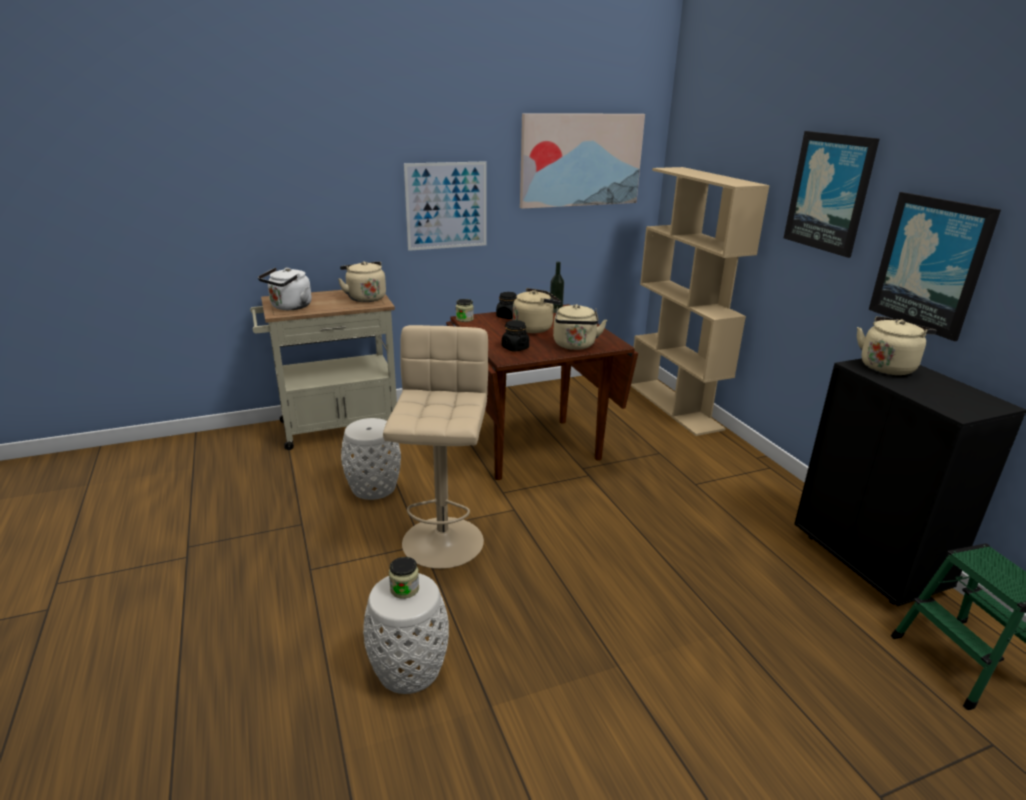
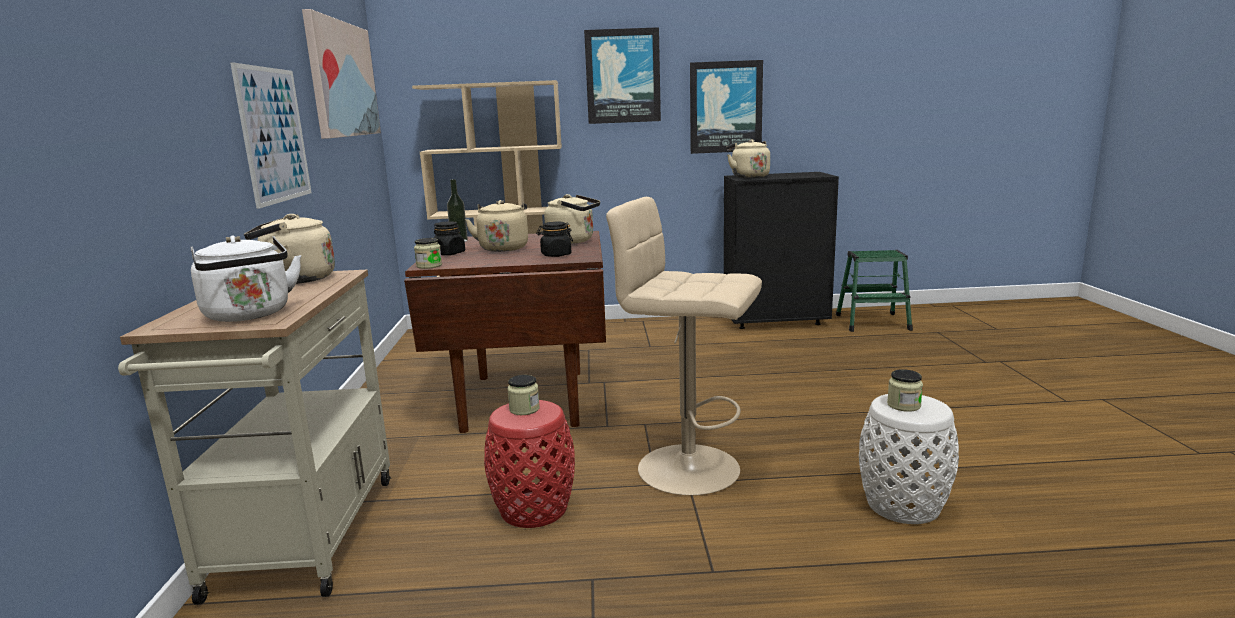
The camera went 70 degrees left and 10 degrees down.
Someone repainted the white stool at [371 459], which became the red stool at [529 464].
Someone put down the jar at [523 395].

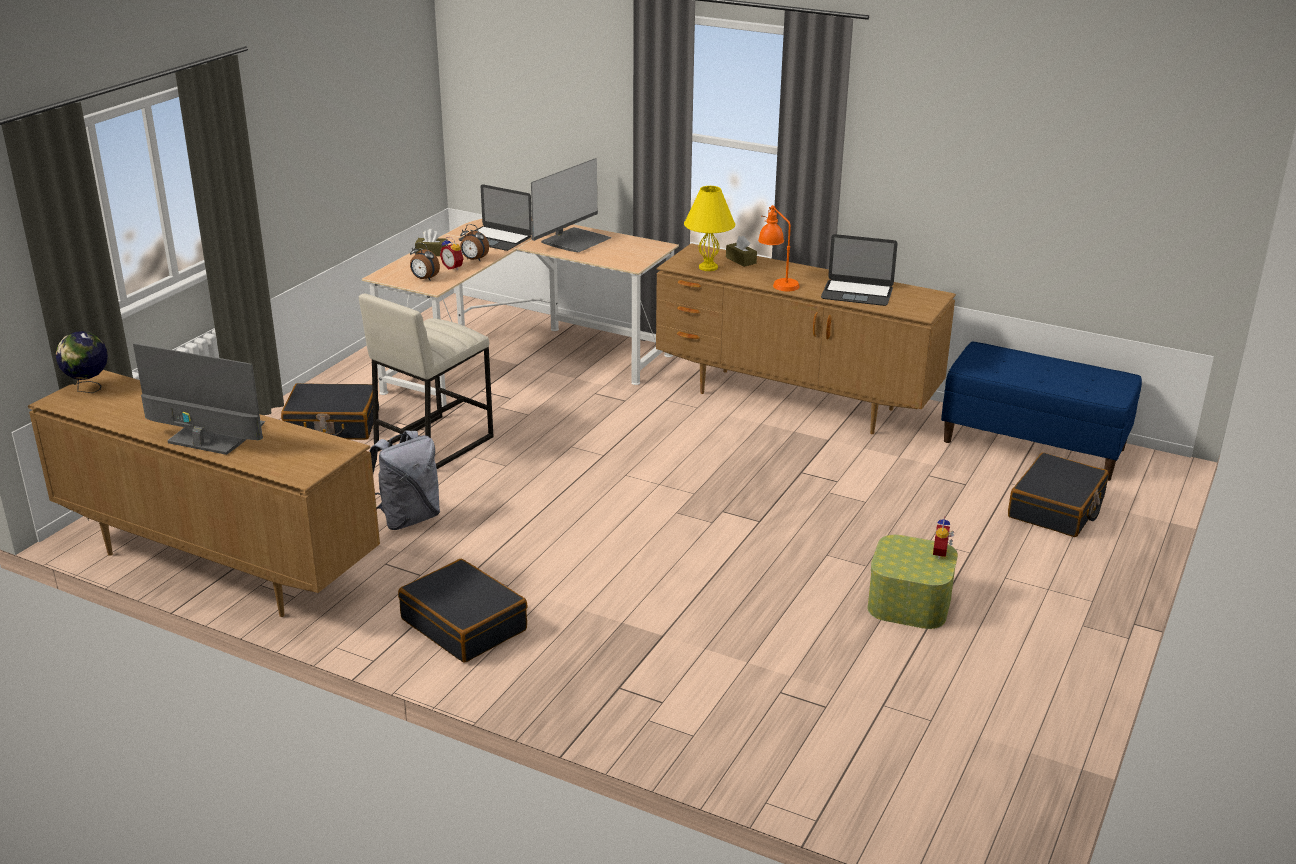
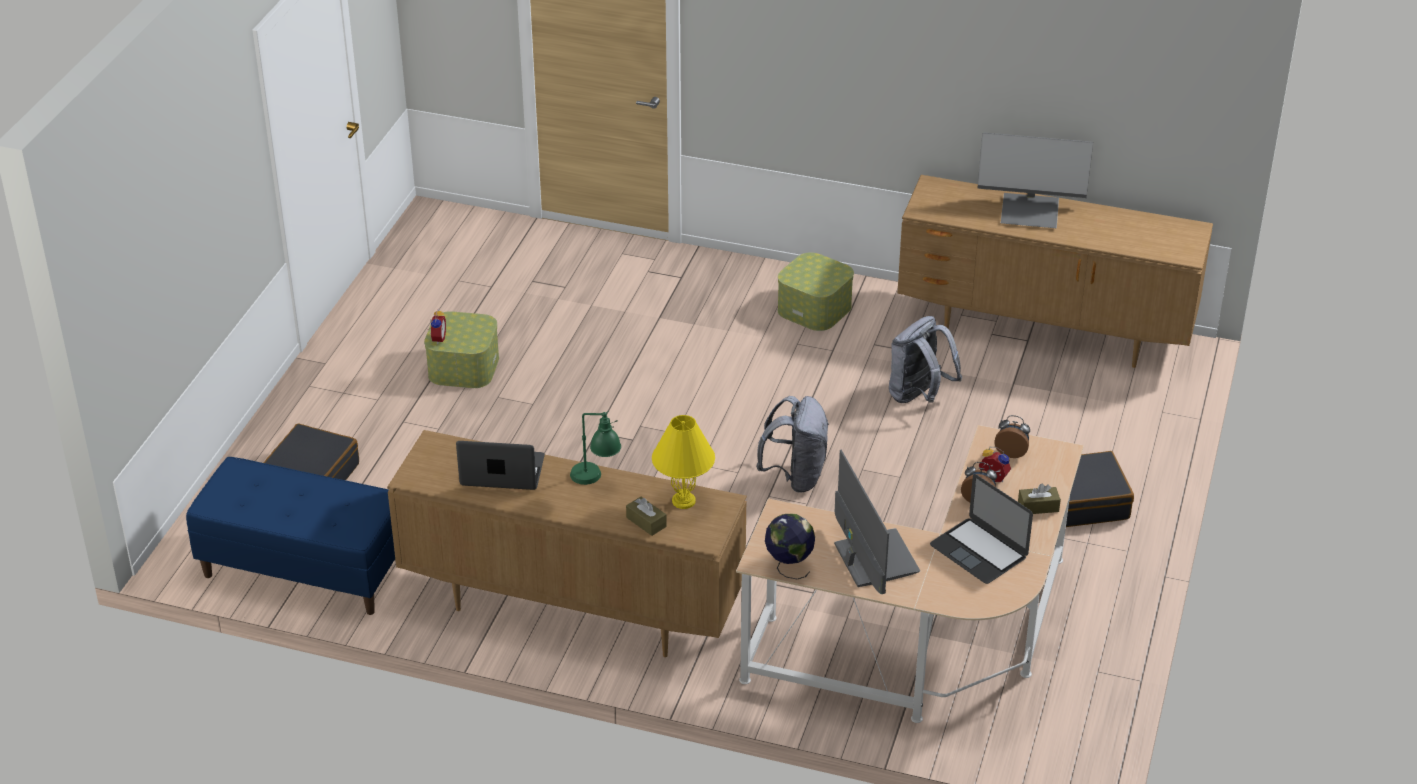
The camera went 170 degrees right and 10 degrees up.
Someone repainted the orange table lamp at [779 248], which became the green table lamp at [595 448].
Someone put down the grey backpack at [792 444].
Someone carried the globe from [81 362] to [790 546].
Someone swapped the black suitcase at [463 611] for the storage box at [816 291].
Someone rotated the monitor at [571 205] by 135 degrees clockwise.
Someone rotated the laptop at [495 217] by 150 degrees counterclockwise.
Someone took away the beige stool at [426 381].

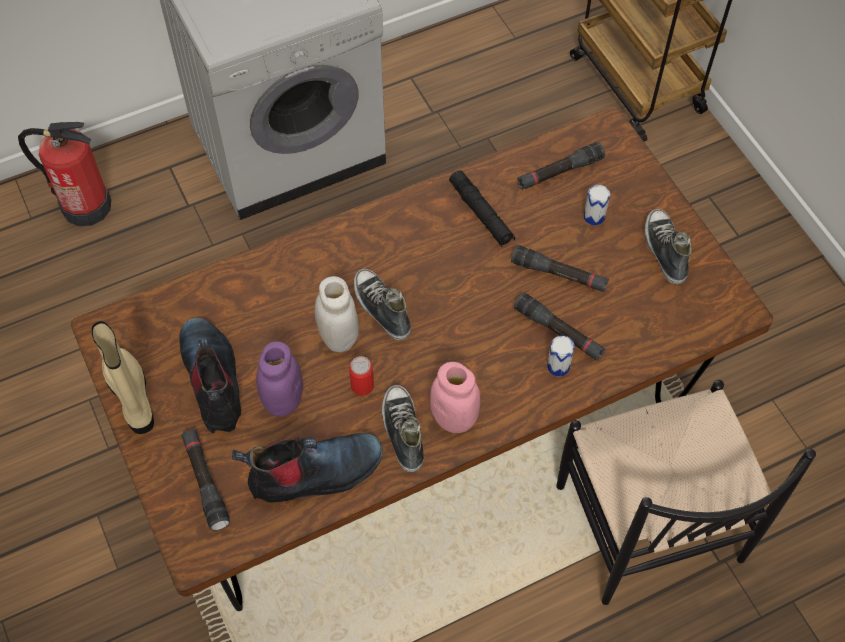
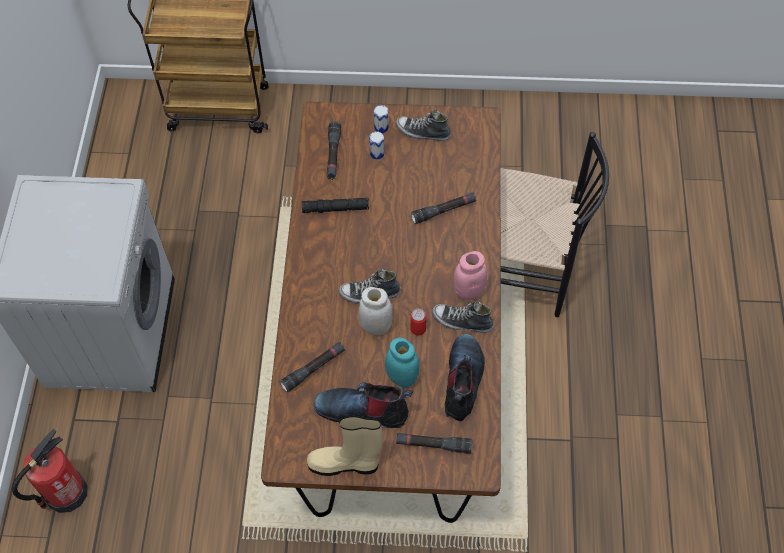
The camera went 60 degrees left and 0 degrees up.
Someone carried the black flashlight from [560 268] to [312 367].
Someone carried the can from [560 356] to [381 119].
Someone repainted the purple jar at [279 379], which became the turquoise jar at [402 363].

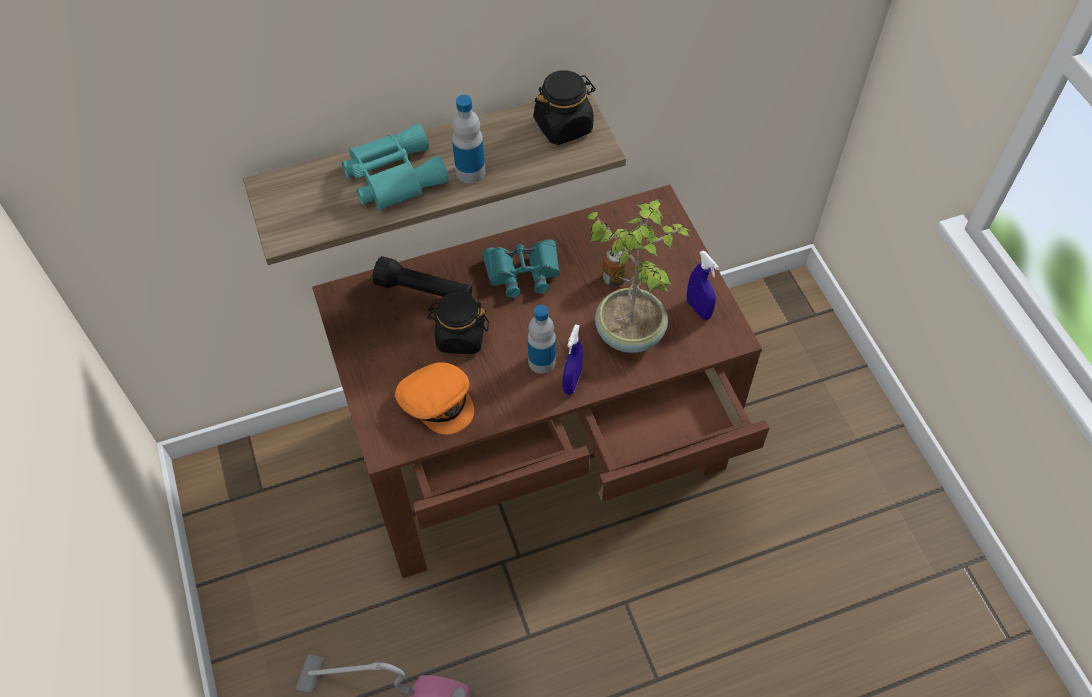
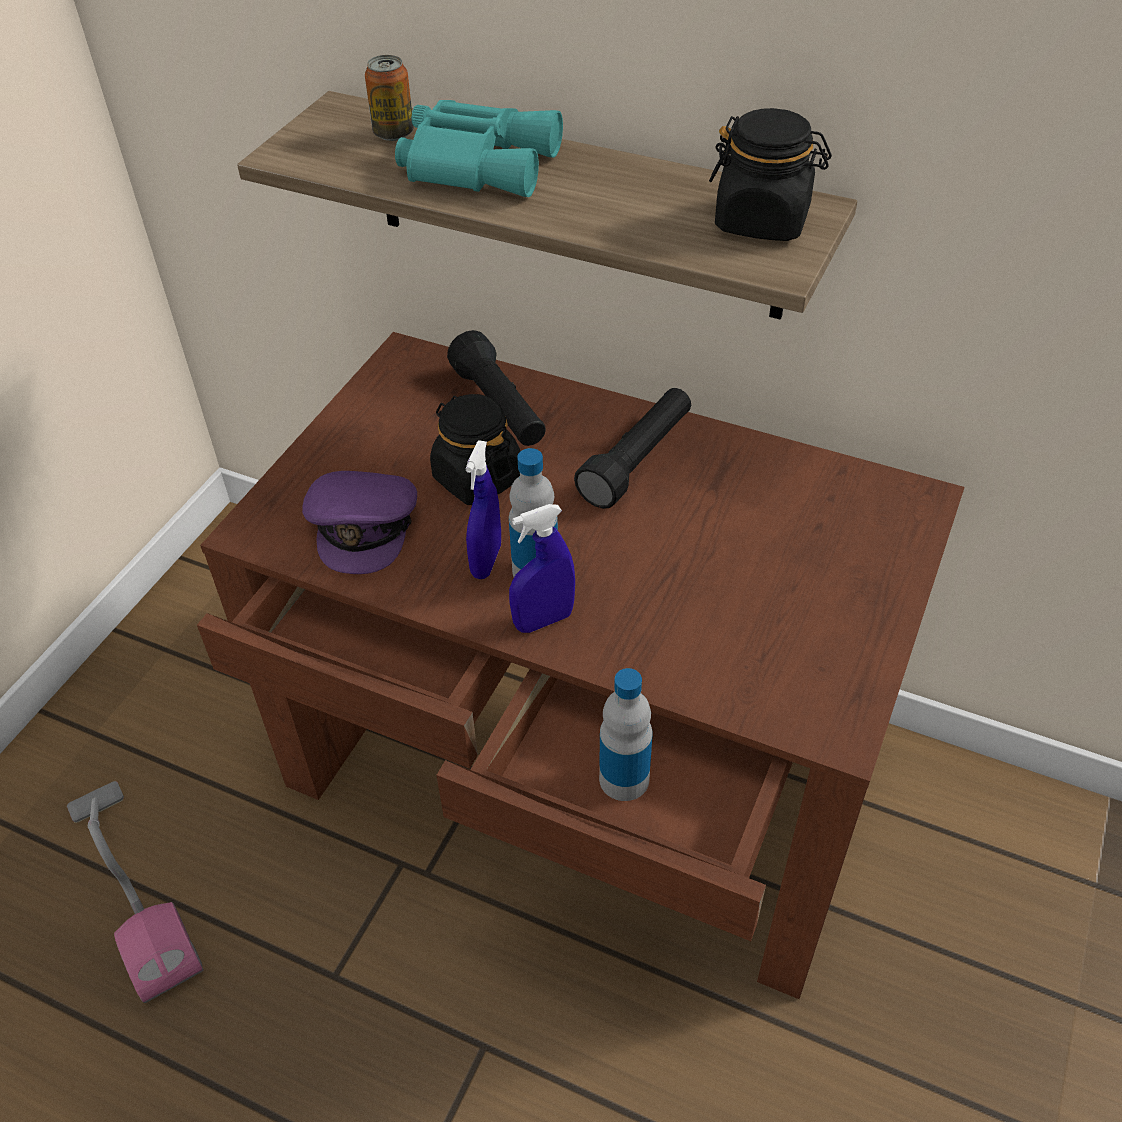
The camera went 45 degrees right and 10 degrees down.
Someone repainted the orange cap at [434 398], which became the purple cap at [359 522].
Someone carried the can from [615 267] to [389 98].
Someone carried the blue spray bottle from [703 285] to [483 509].
Someone swapped the turquoise binoculars at [521 268] for the black flashlight at [632 448].
Someone carried the bottle from [468 139] to [625 734].
Someone took away the potted plant at [638 276].

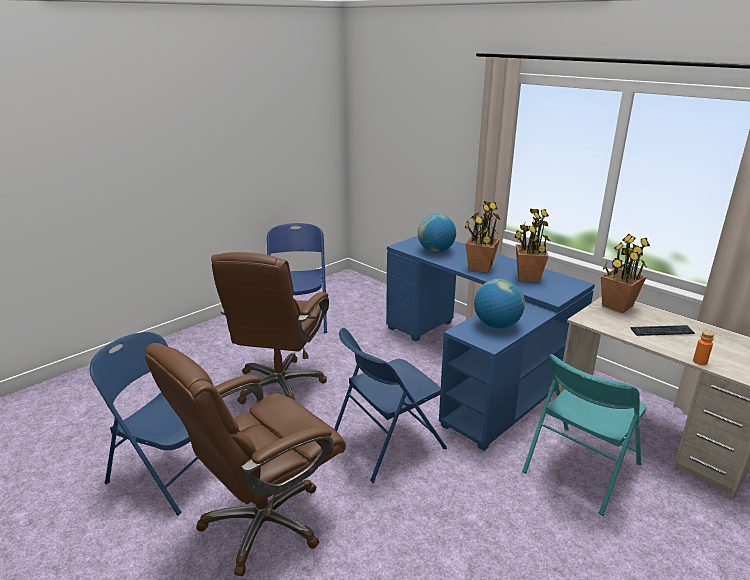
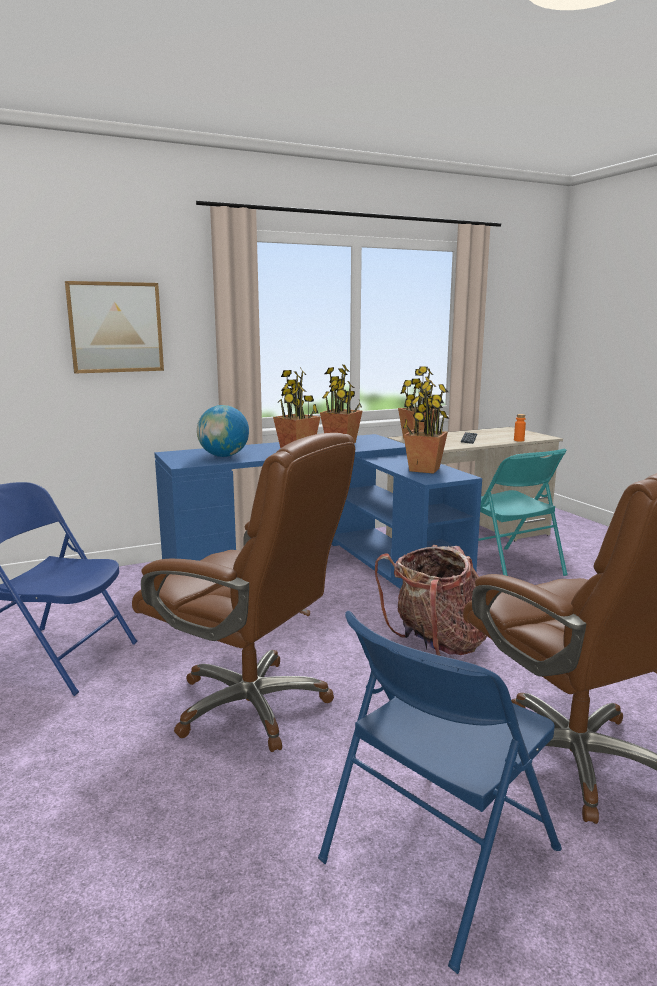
The camera went 70 degrees left and 10 degrees down.
Someone put up the picture at [114 327].
Someone swapped the blue chair at [390 405] for the backpack at [431 600].
Someone swapped the globe at [499 303] for the potted plant at [426 427].

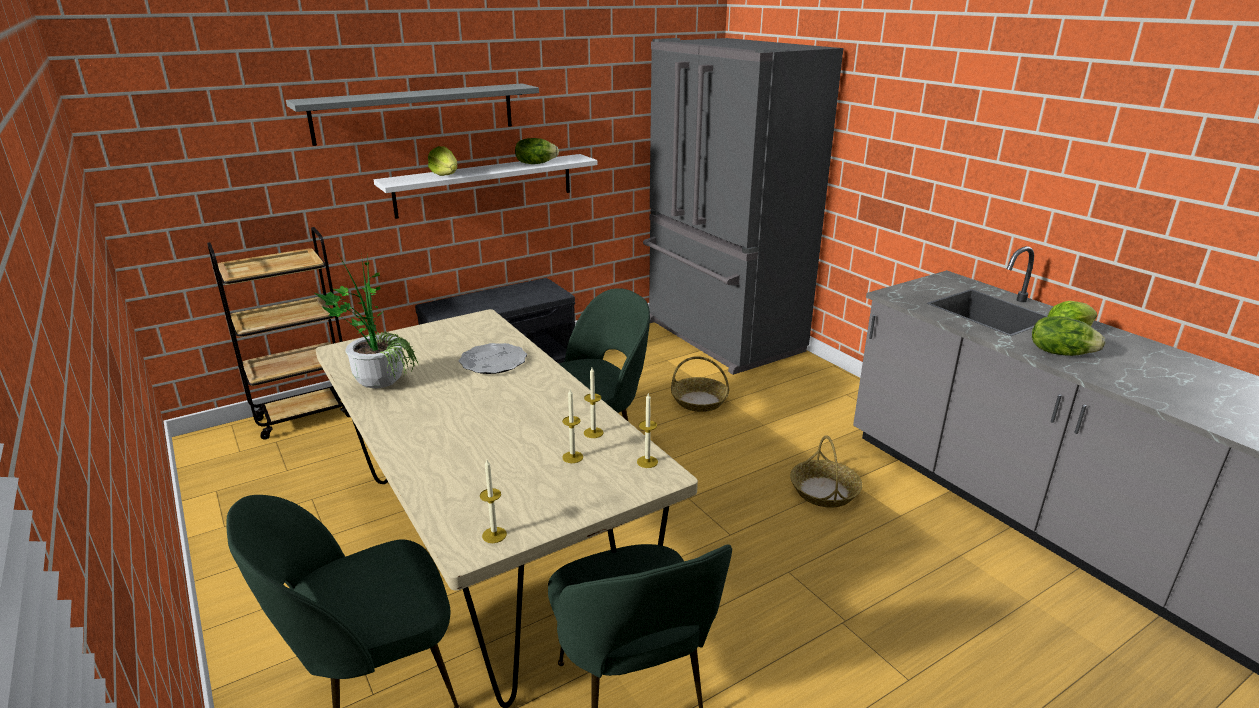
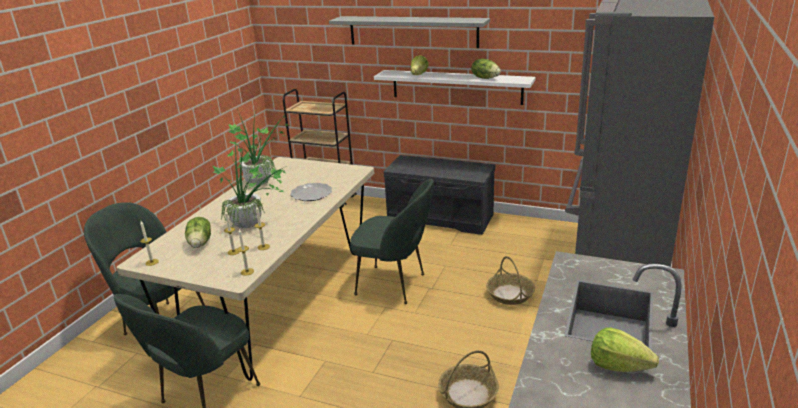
The camera went 55 degrees right and 0 degrees up.
Someone carried the lettuce from [1068 336] to [198 232].
Someone put down the potted plant at [249 184].

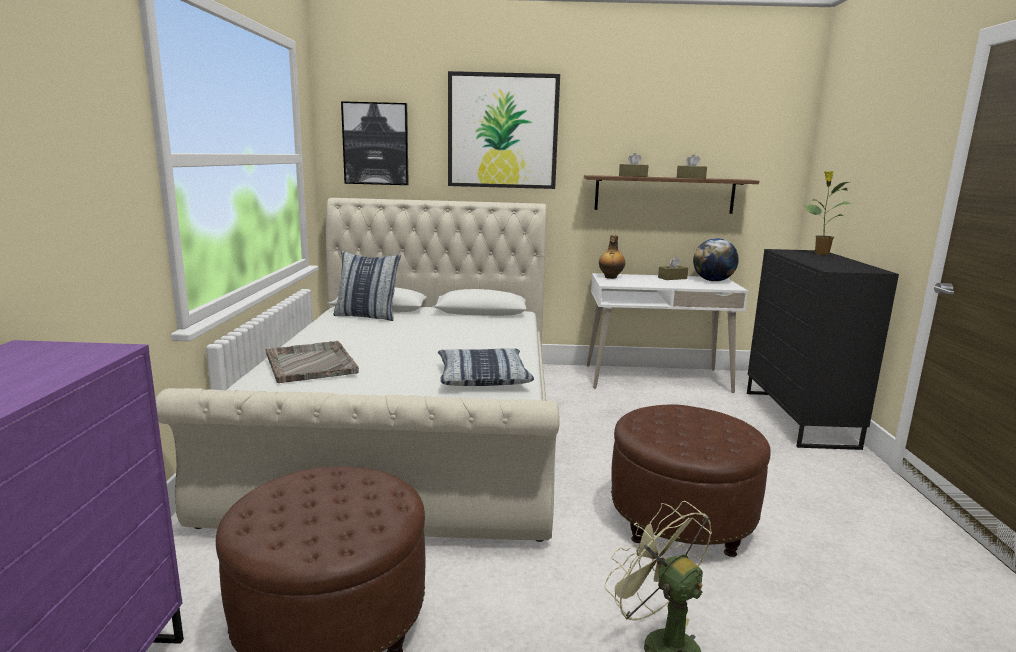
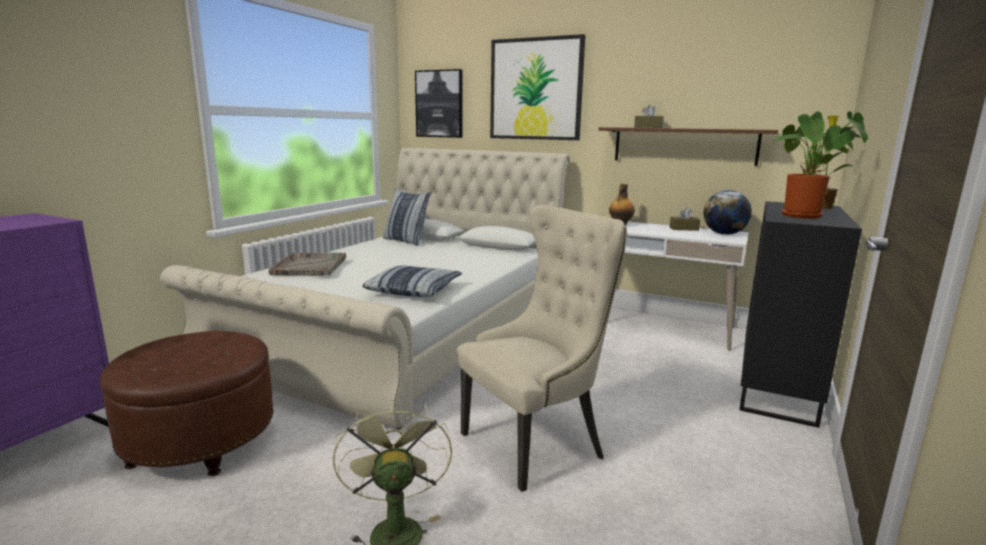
The camera went 25 degrees right and 0 degrees up.
Someone swapped the brown ottoman at [691 480] for the beige chair at [542 348].
Someone put down the potted plant at [820 165].
Someone took away the brown tissue box at [692 166].

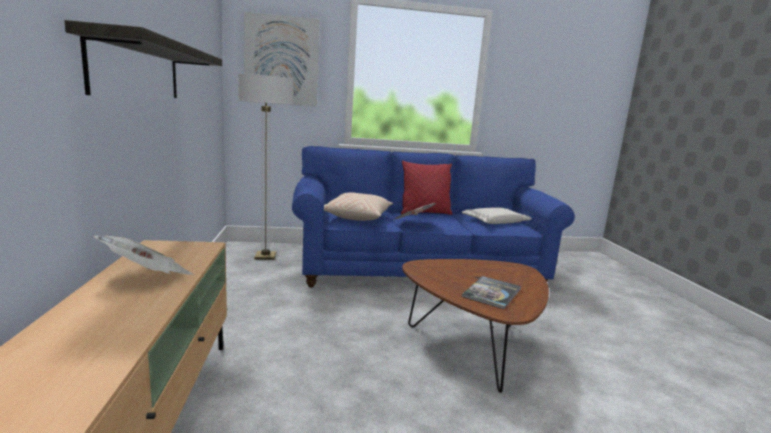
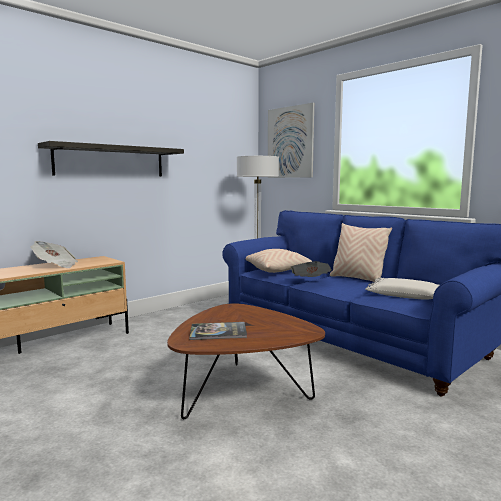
The camera went 55 degrees right and 5 degrees down.
Someone repainted the red pillow at [427 188], which became the beige pillow at [361 253].

